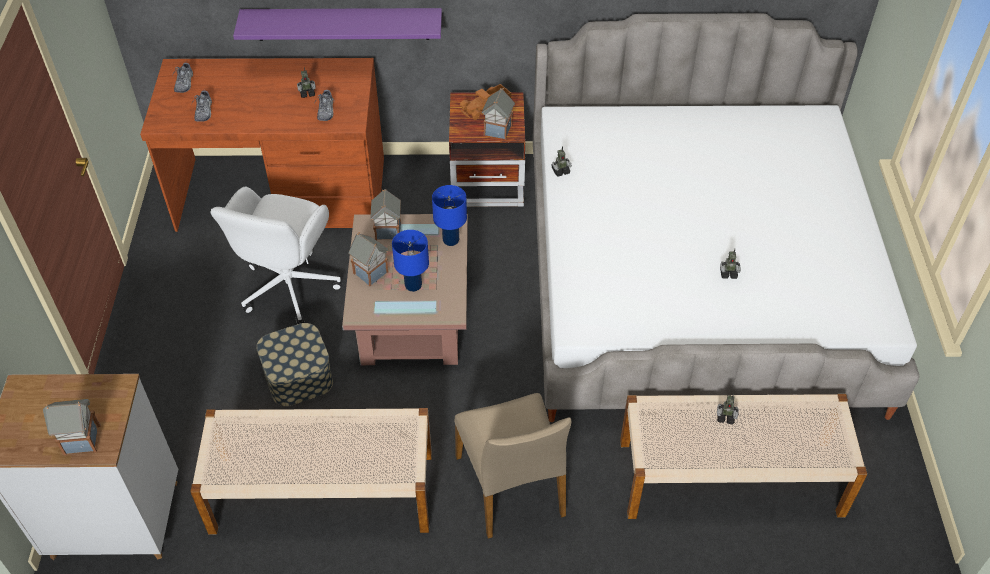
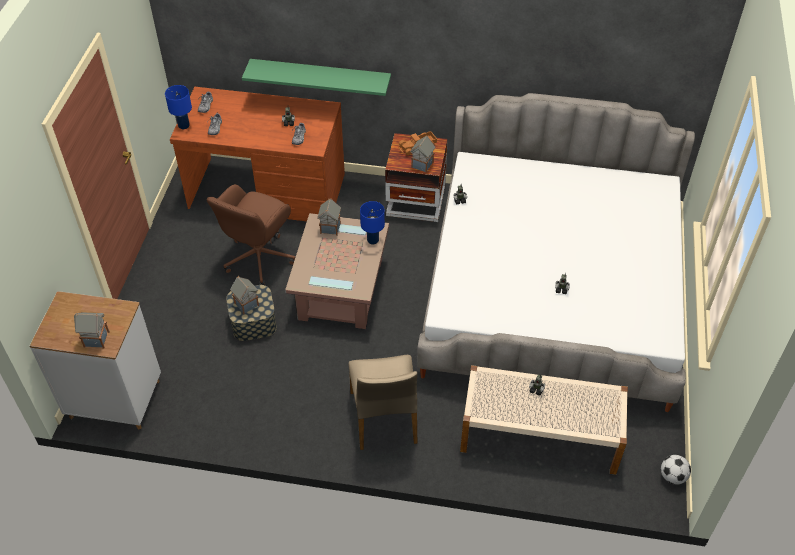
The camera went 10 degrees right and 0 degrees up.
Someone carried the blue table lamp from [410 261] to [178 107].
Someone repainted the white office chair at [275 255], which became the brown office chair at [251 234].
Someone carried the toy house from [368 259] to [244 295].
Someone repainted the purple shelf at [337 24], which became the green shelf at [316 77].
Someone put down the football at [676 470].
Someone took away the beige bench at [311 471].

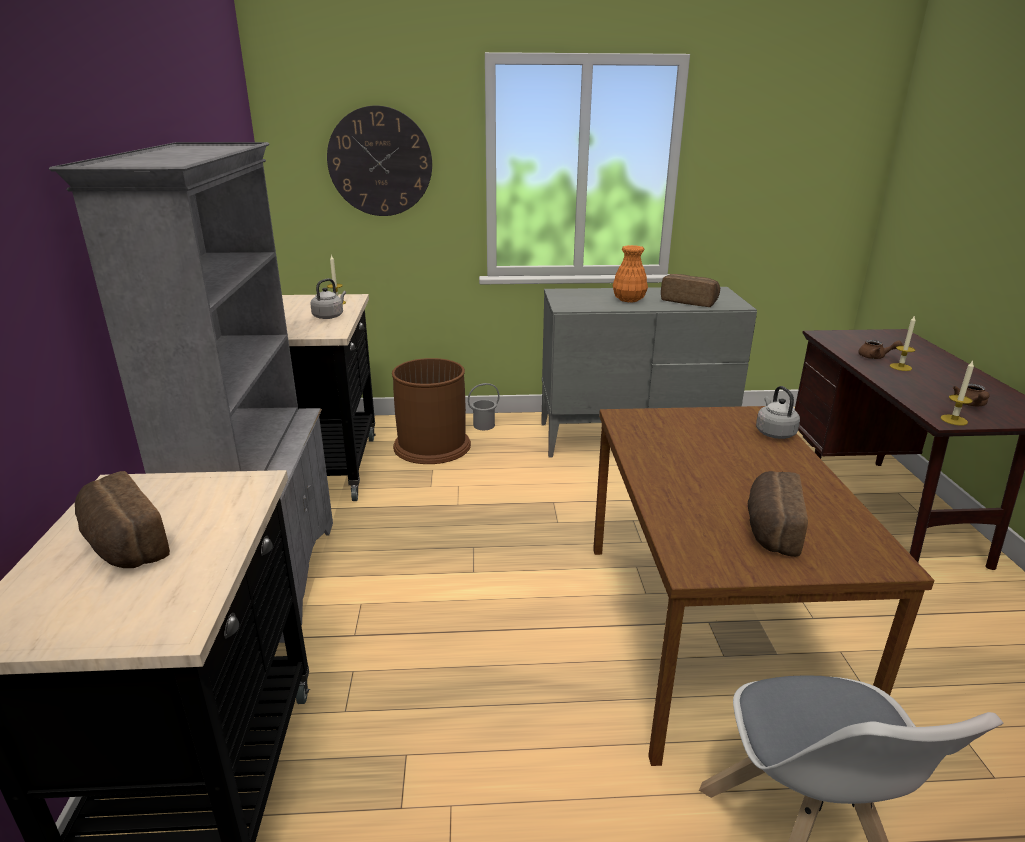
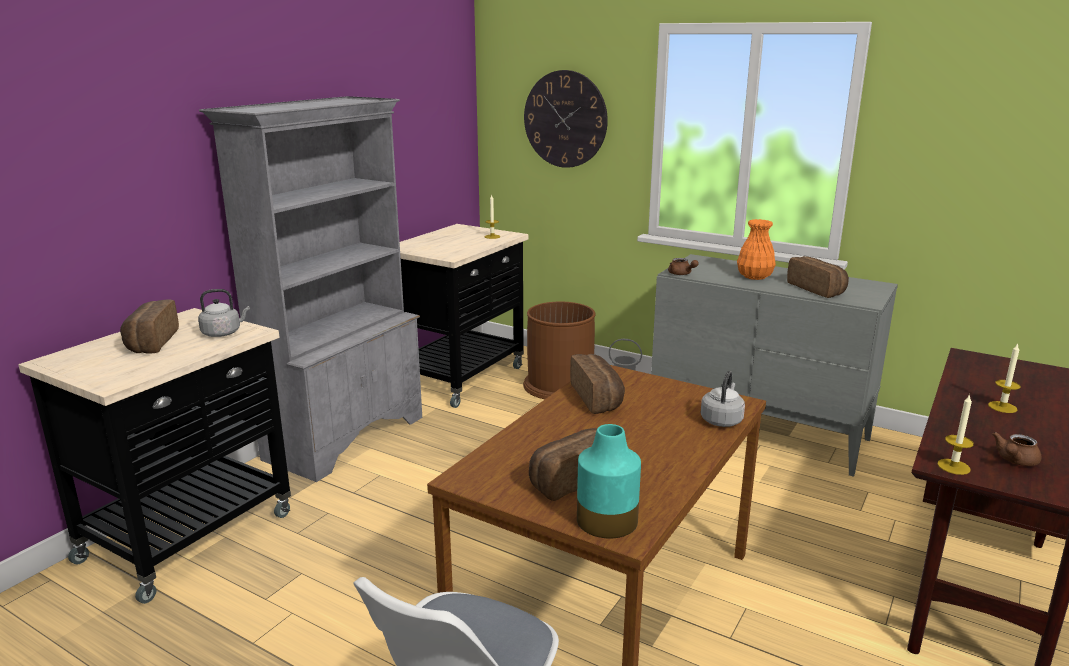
The camera went 35 degrees right and 5 degrees down.
Someone carried the grey kettle from [328 298] to [224 313].
Someone put down the bread at [597 384].
Someone put down the turquoise vase at [609 481].
Someone carried the brown teapot from [880 349] to [683 266].

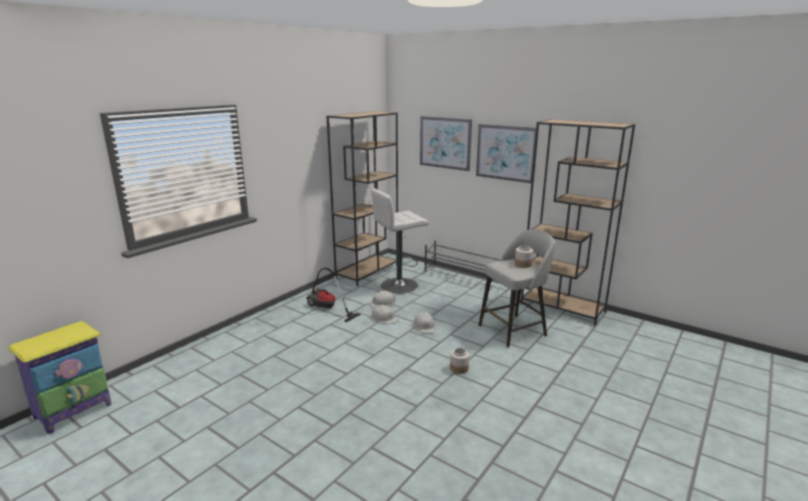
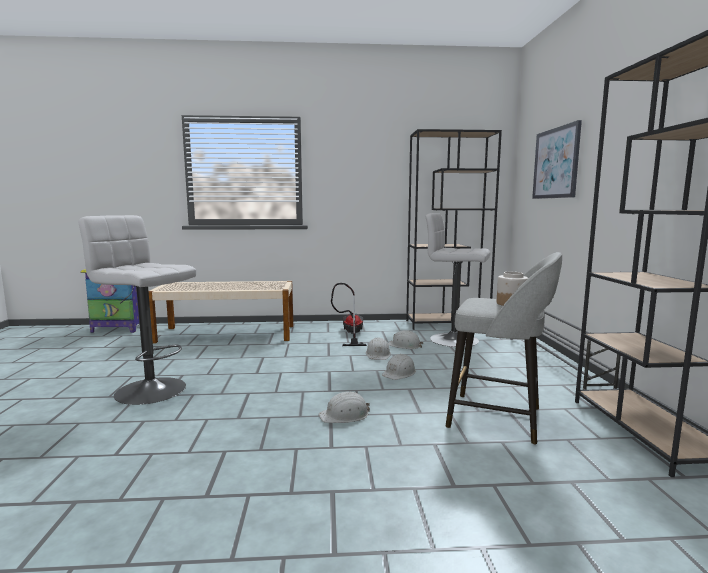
The camera went 50 degrees right and 10 degrees down.
Someone put down the white stool at [137 310].
Someone put down the beige bench at [221 312].
Someone swapped the jar at [459 361] for the white hard hat at [344 407].
Someone took away the picture at [507 153].

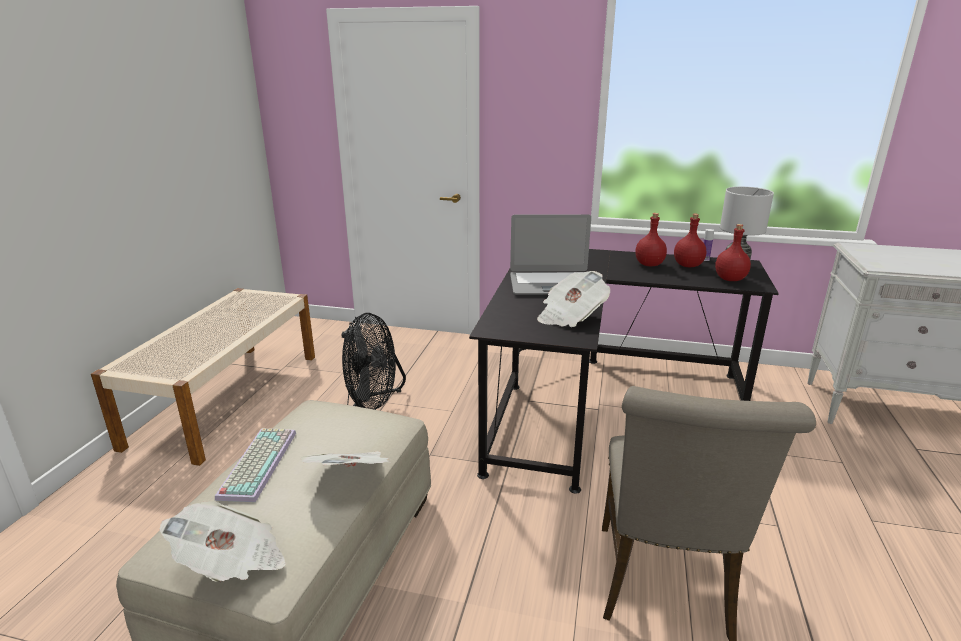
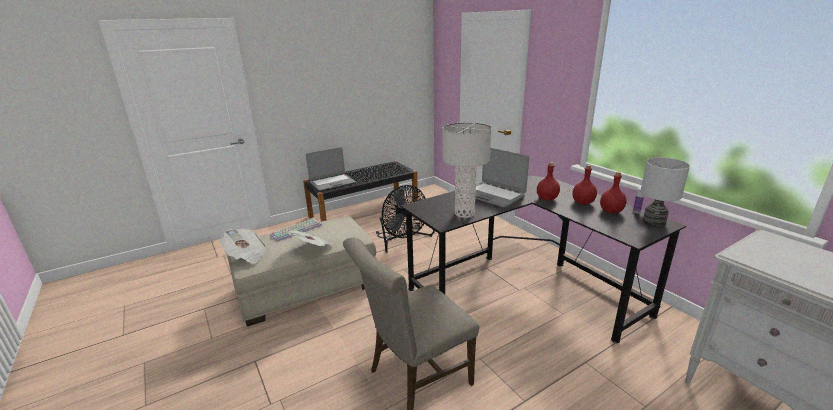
The camera went 45 degrees right and 0 degrees up.
Someone repainted the beige bench at [203 377], which became the black bench at [360 191].
Someone put down the laptop at [331 169].
Someone swapped the newspaper at [573 299] for the white table lamp at [467 170].
Someone carried the red bottle from [733 252] to [548 181].

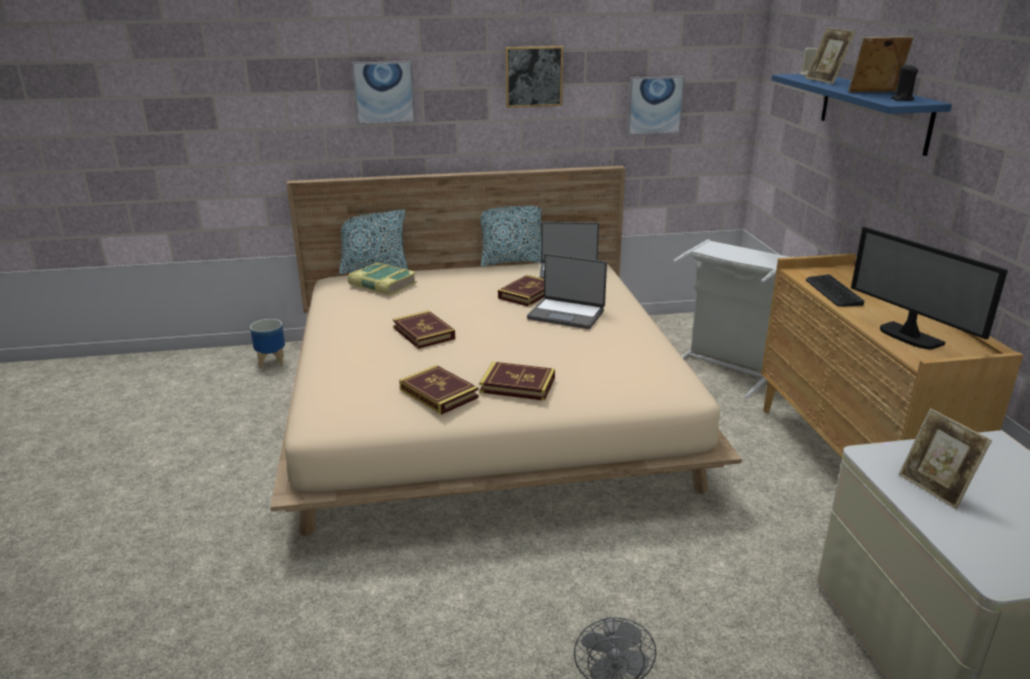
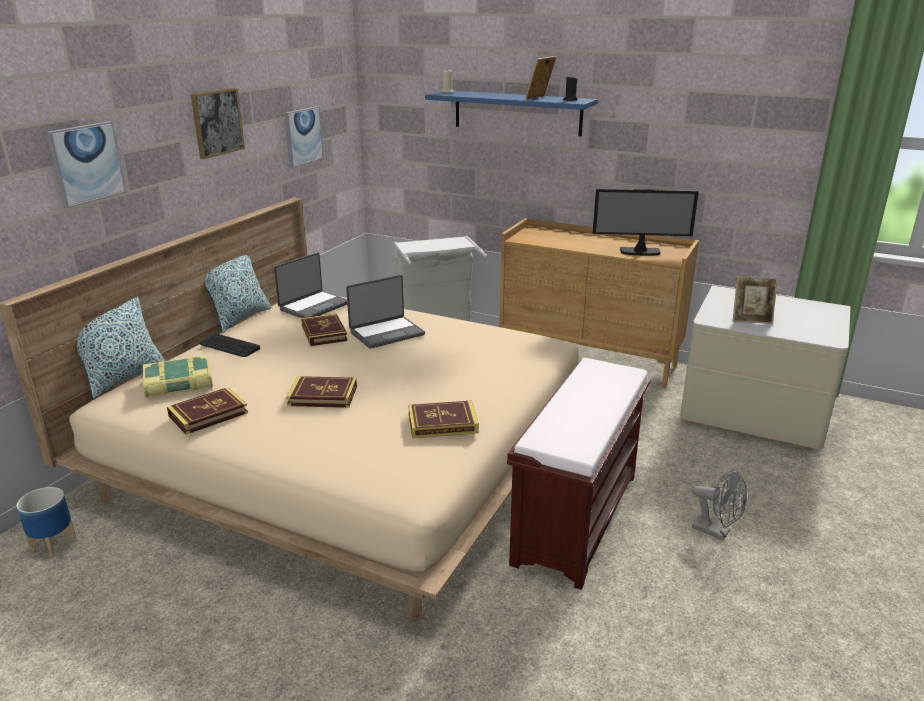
The camera went 55 degrees left and 0 degrees up.
Someone carried the book from [517 381] to [207 411].
Someone carried the keyboard from [835 291] to [230 345].
Someone put down the brown bench at [579 474].
Someone took away the picture frame at [830 55].

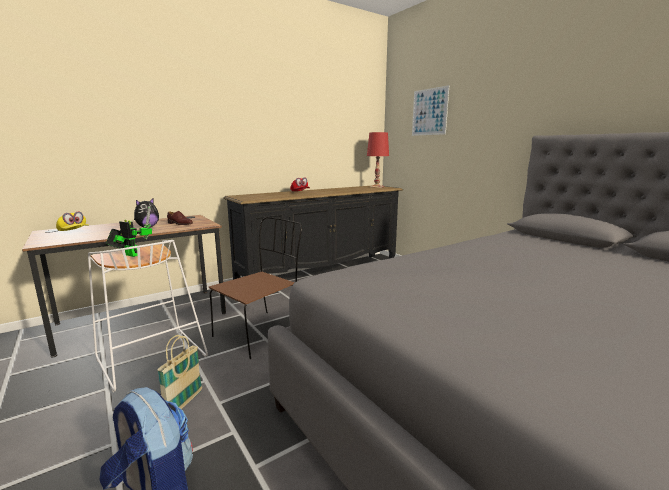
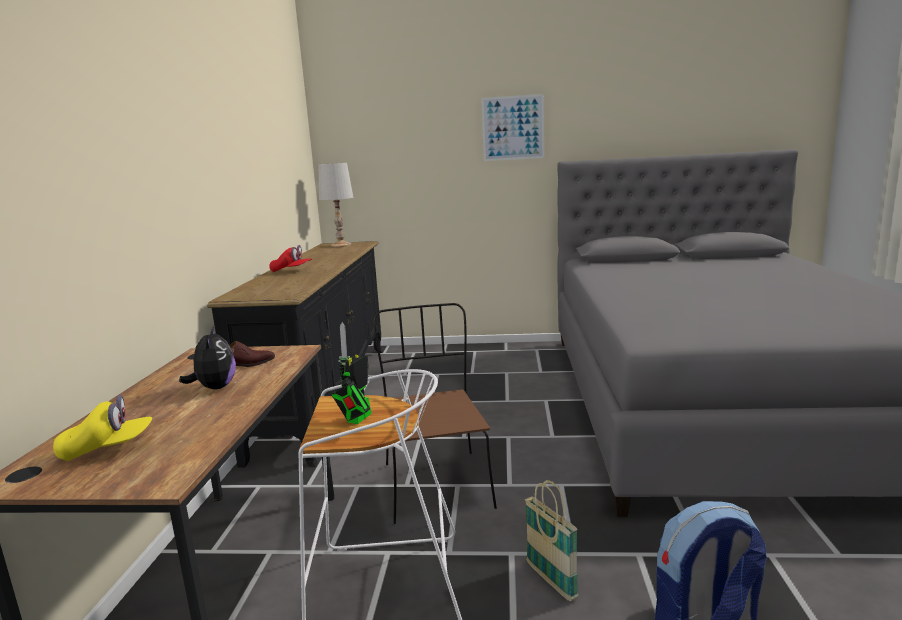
The camera went 50 degrees left and 0 degrees up.
Someone repainted the red table lamp at [378 160], which became the white table lamp at [336 205].
Someone rotated the toy robot at [129 231] by 45 degrees counterclockwise.
Someone carried the picture from [430 110] to [512 127].

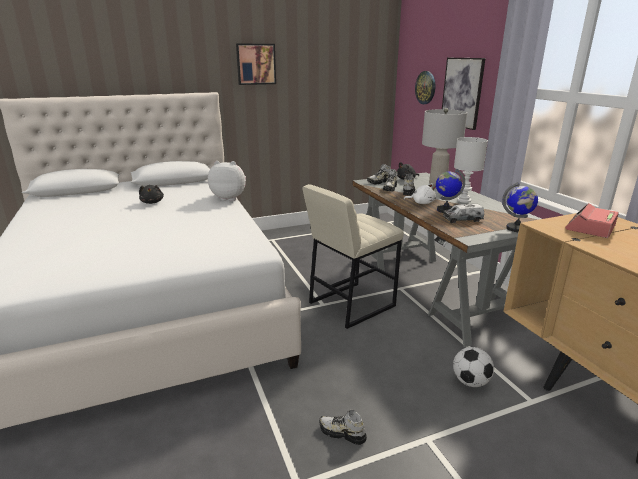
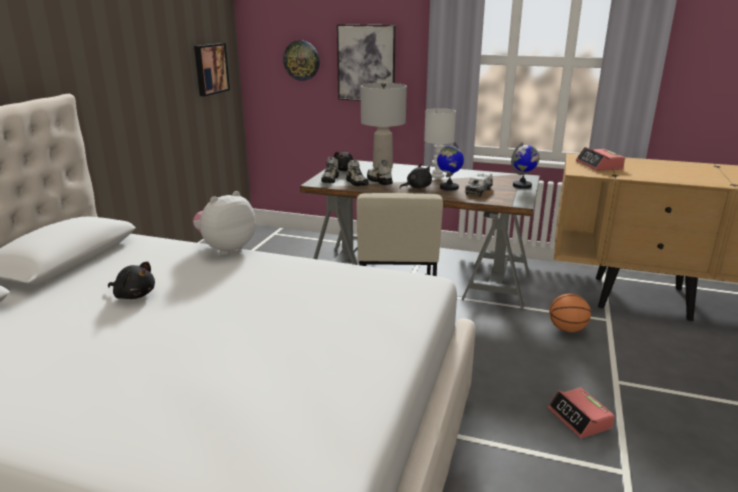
The camera went 50 degrees left and 0 degrees up.
Someone carried the picture from [256 64] to [212 69].
Someone repainted the white plush toy at [420 193], which became the black plush toy at [415 176].
Someone swapped the shoe at [343 427] for the alarm clock at [581 412].
Someone swapped the football at [473 367] for the basketball at [570 313].

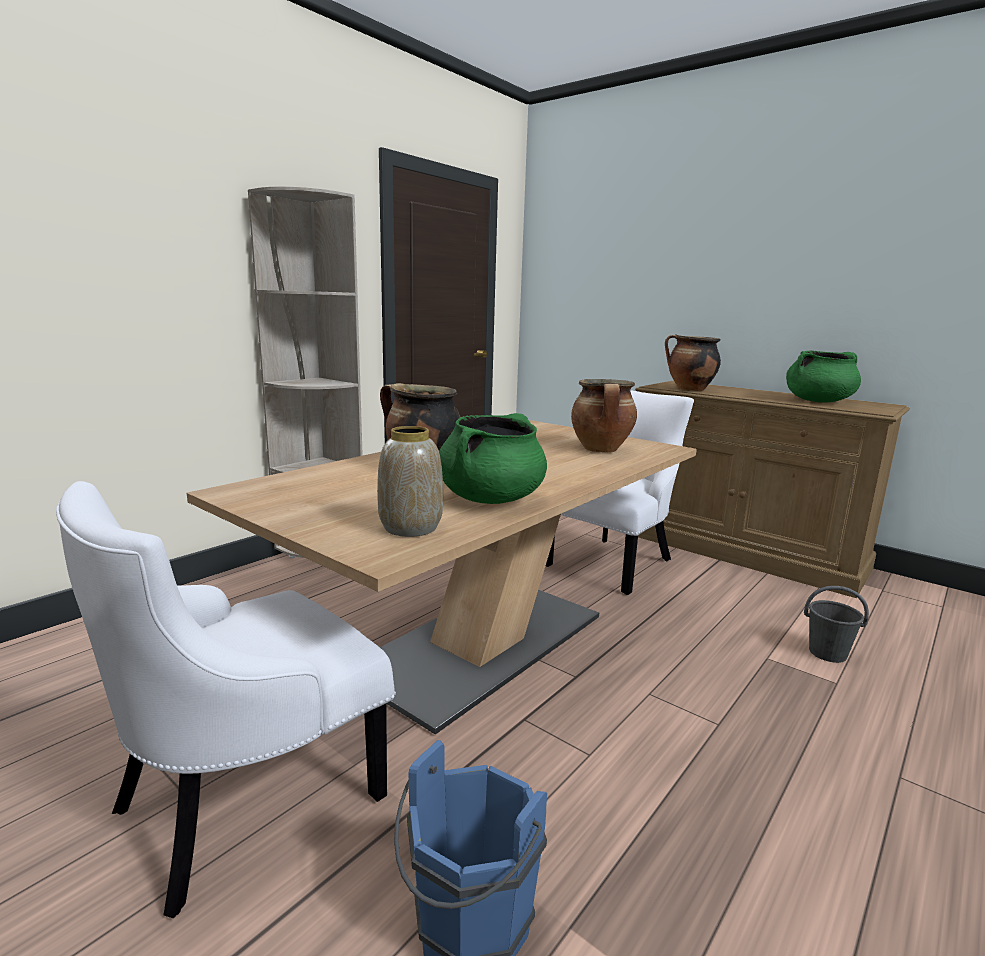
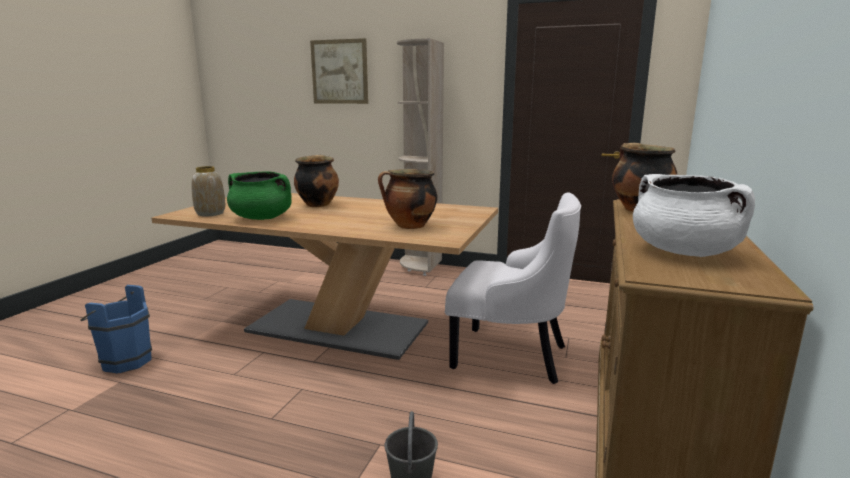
The camera went 70 degrees right and 0 degrees up.
Someone put up the picture at [339 71].
Someone repainted the green cooking pot at [823 376], which became the white cooking pot at [694 215].
Someone took away the white chair at [226 699].

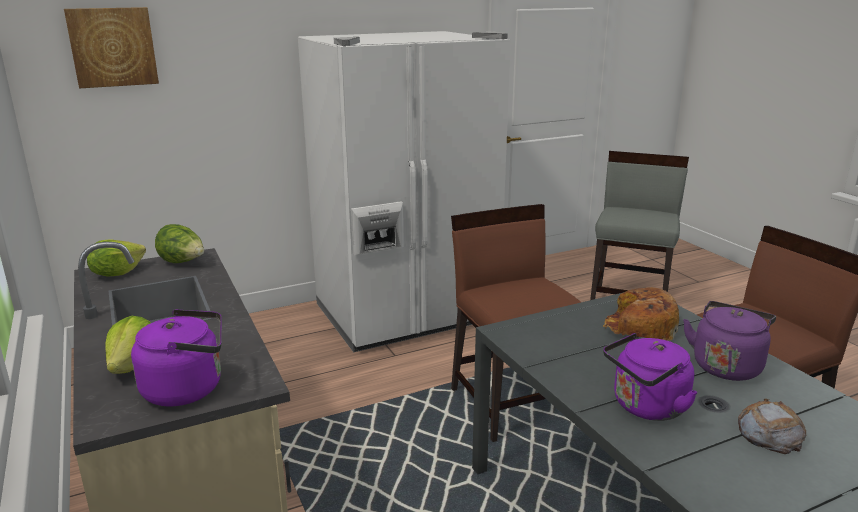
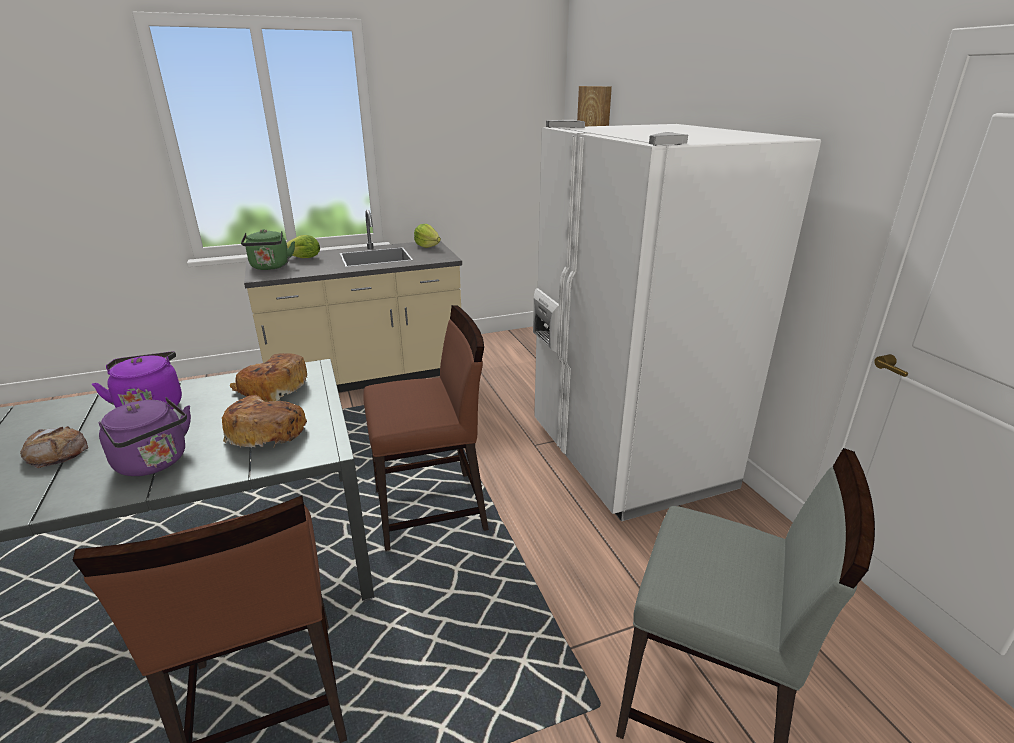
The camera went 95 degrees right and 5 degrees up.
Someone put down the bread at [268 377].
Someone repainted the purple kettle at [176 357], which became the green kettle at [268 249].
Someone took away the lettuce at [179 243].

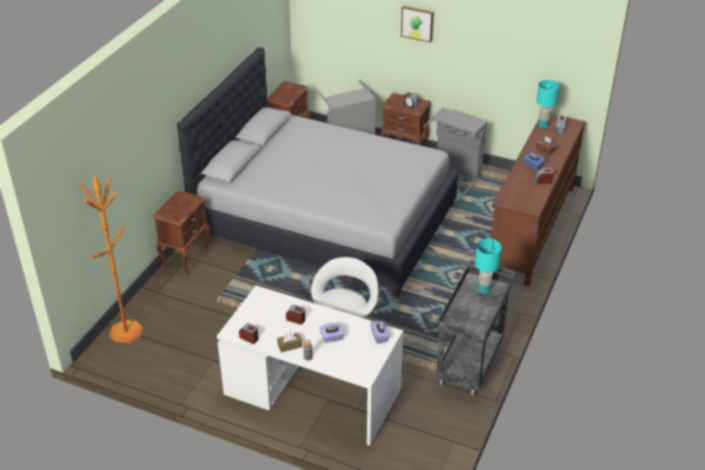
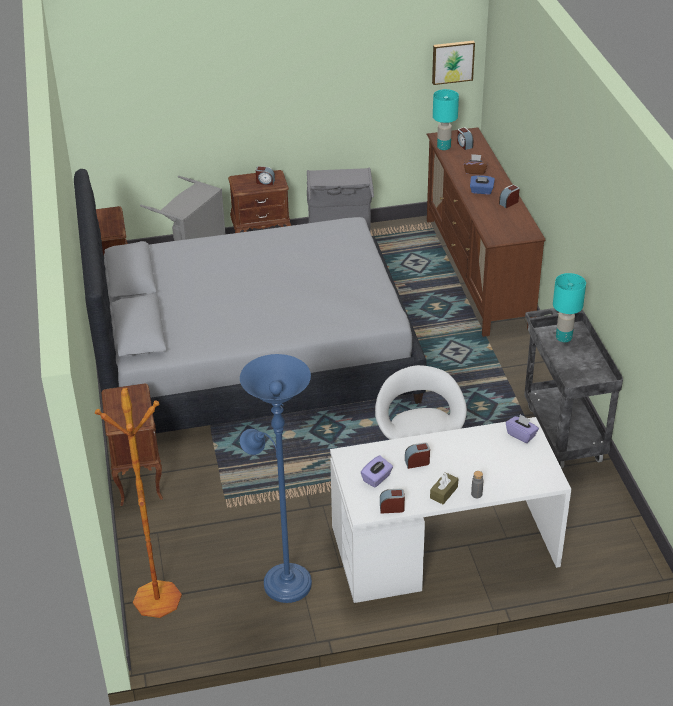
The camera went 35 degrees left and 0 degrees up.
Someone put down the blue floor lamp at [276 478].
Someone carried the purple tissue box from [332 332] to [377 472].
Someone carried the picture from [417 24] to [453 63].

